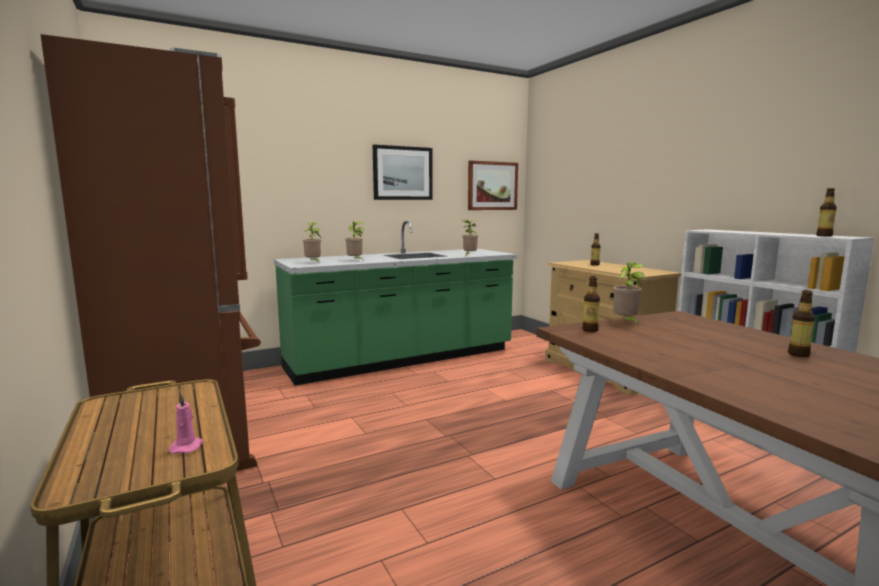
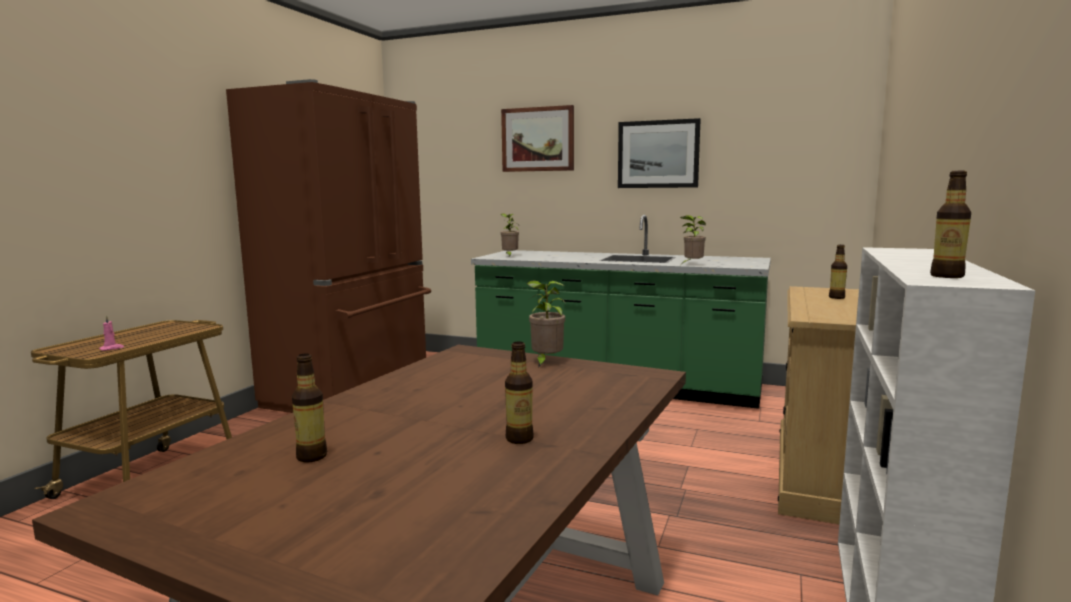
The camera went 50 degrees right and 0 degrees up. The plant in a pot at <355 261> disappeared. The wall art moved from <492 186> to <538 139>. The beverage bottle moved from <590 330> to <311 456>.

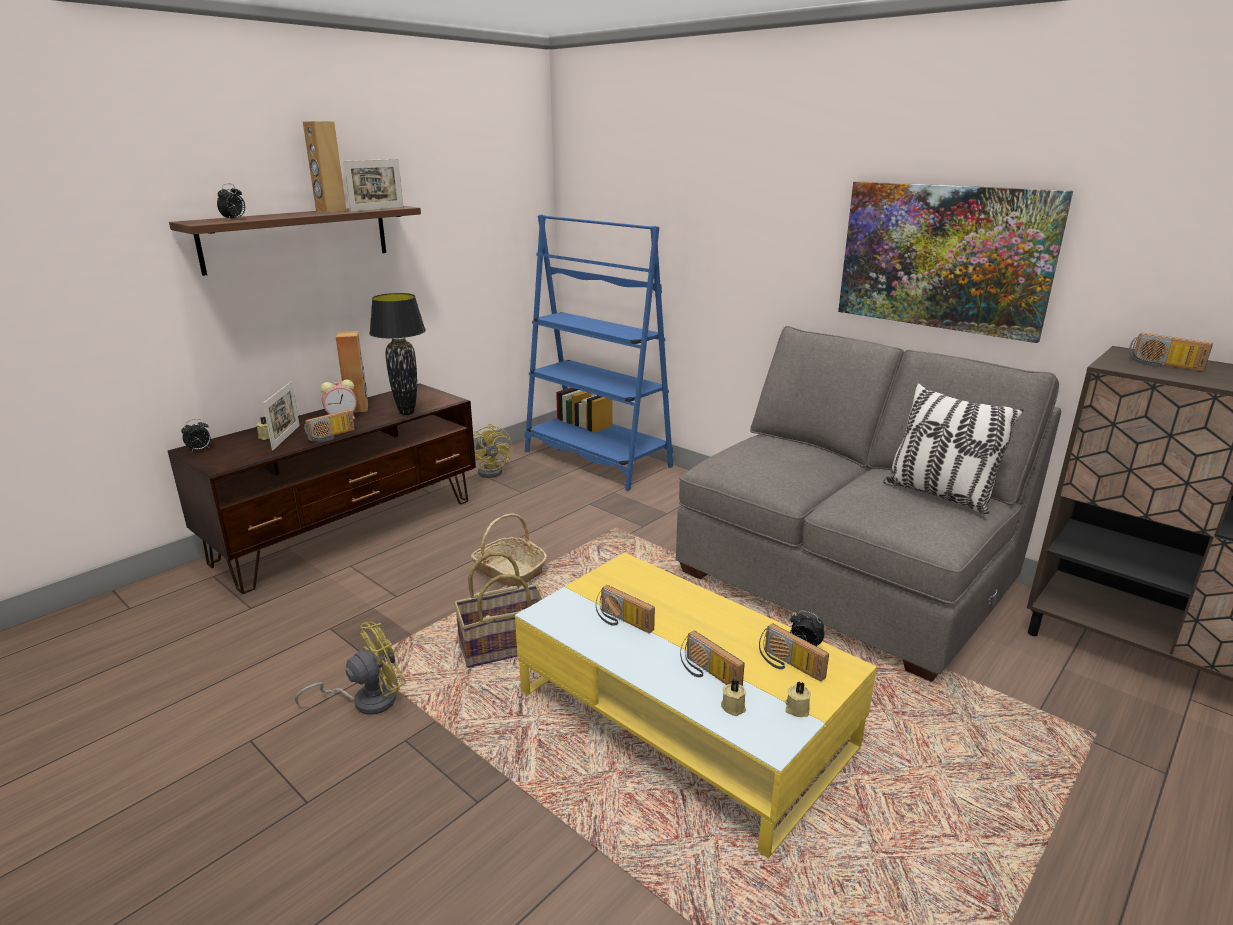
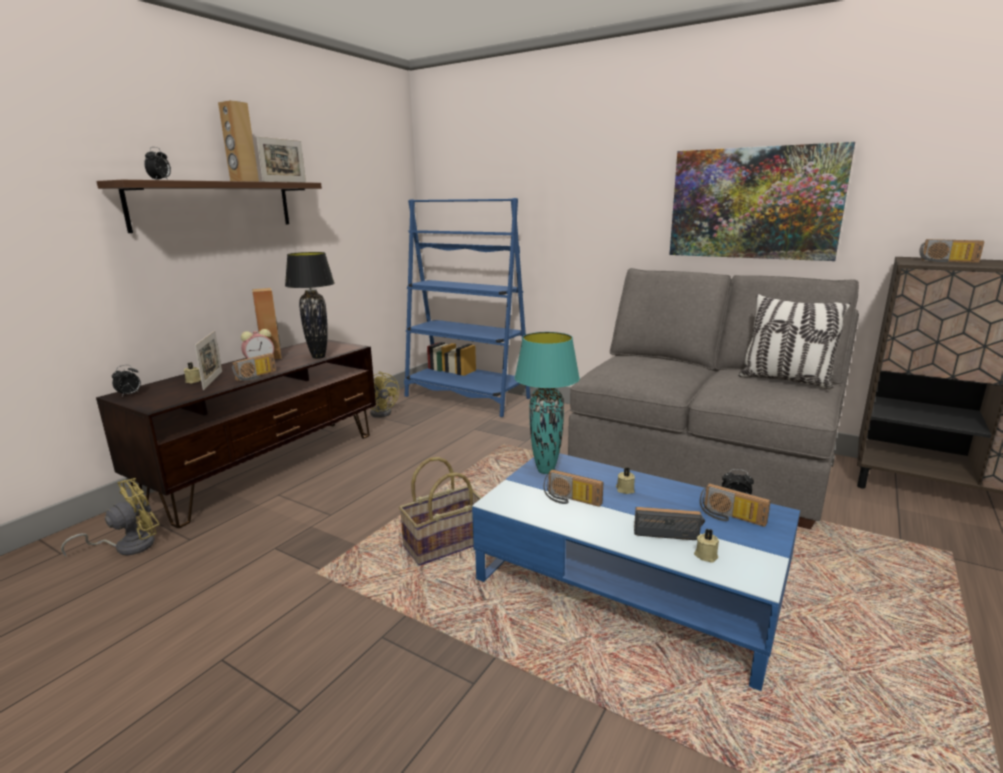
The camera went 10 degrees left and 5 degrees down. The household basket at <509 571> disappeared. The turquoise-coloured table lamp at <546 470> appeared. The yellow cooling fan moved from <366 700> to <128 546>. The beige-coloured wax light moved from <796 708> to <625 489>. The yellow coffee table at <683 718> became the bluish coffee table at <628 583>. The radio set at <707 674> turned 150 degrees clockwise.

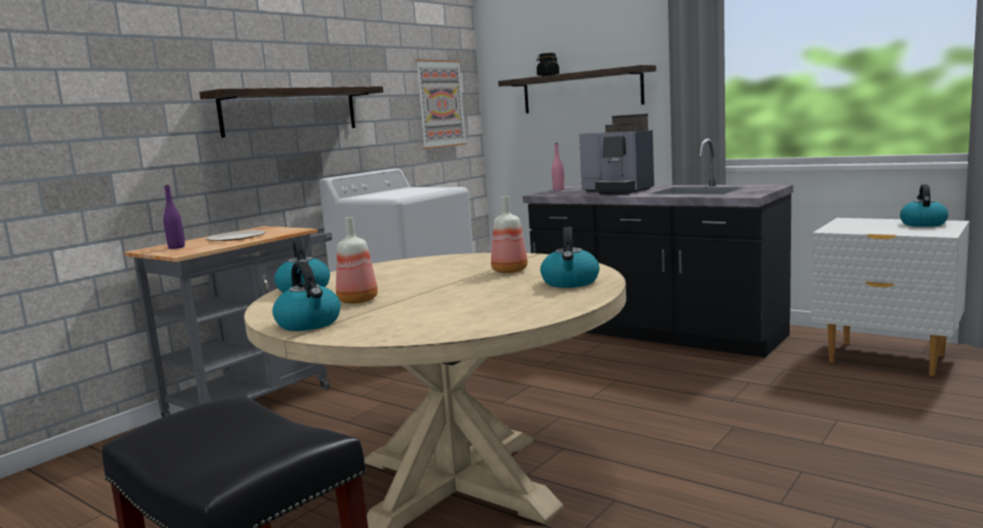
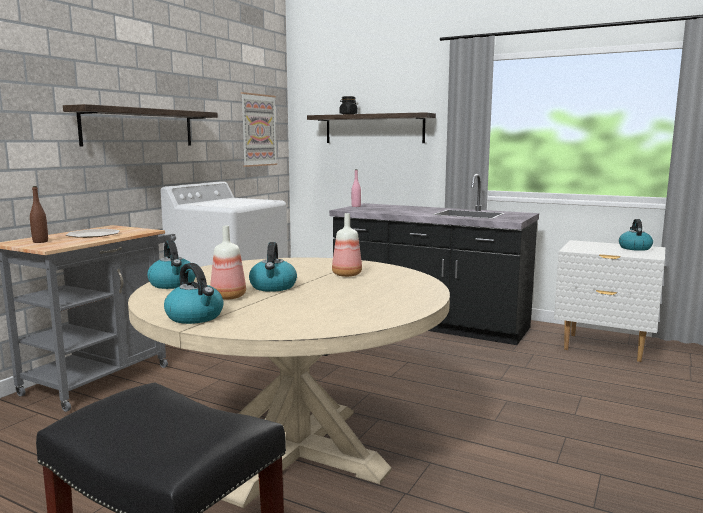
The camera went 10 degrees left and 0 degrees up. The coffee maker at <617 191> disappeared. The tea kettle moved from <570 282> to <273 287>. The purple-coloured beverage bottle at <176 247> became the brown beverage bottle at <40 242>.

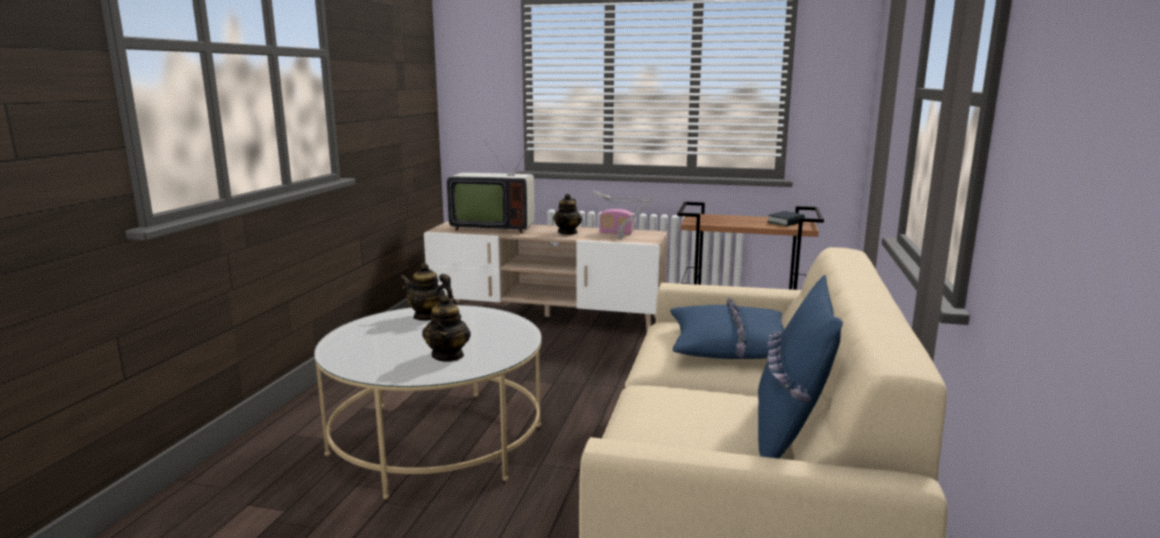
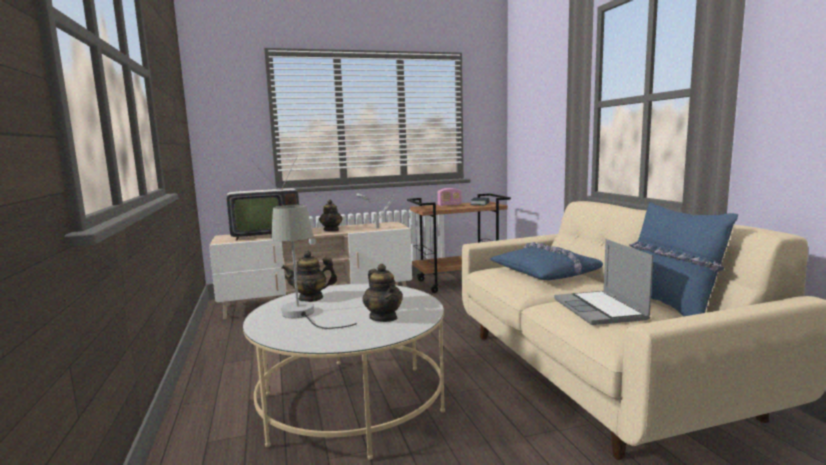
The camera went 30 degrees left and 5 degrees down. The grey table lamp at <303 315> appeared. The notebook computer at <601 310> appeared. The radio set moved from <616 233> to <449 205>.

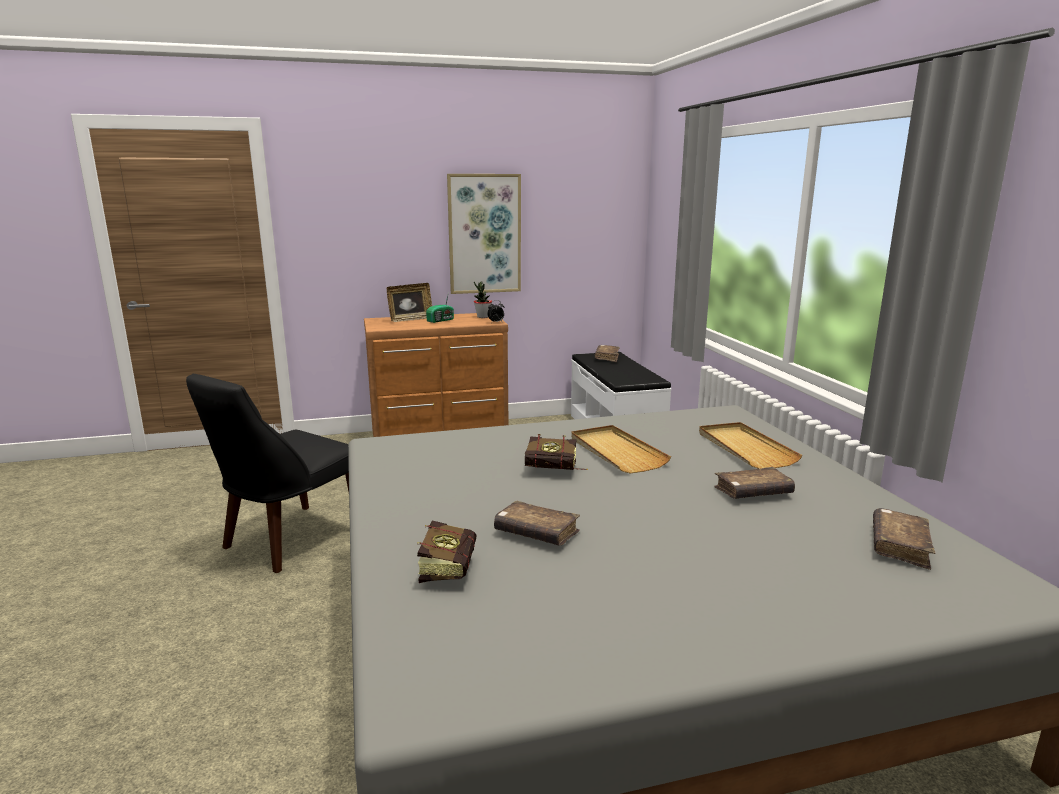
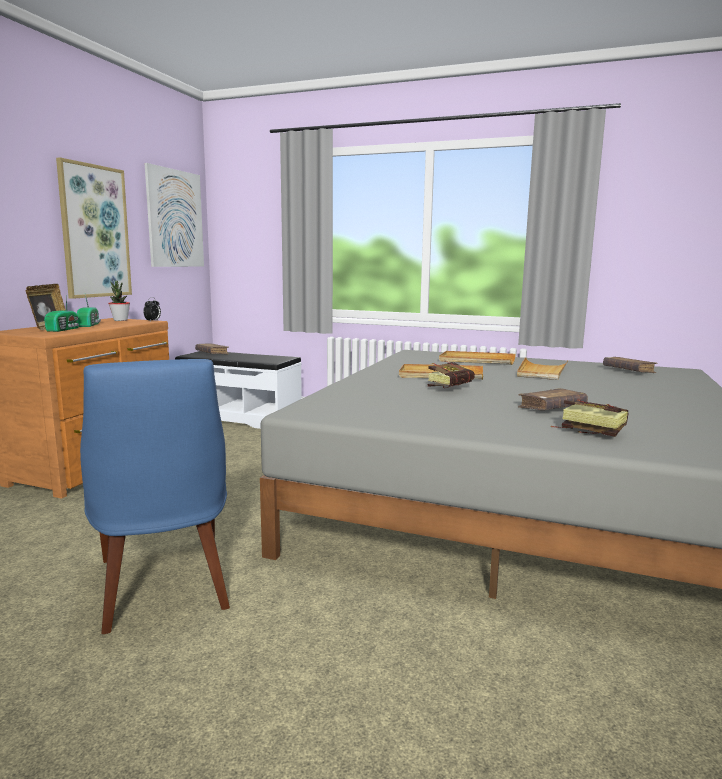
The camera went 55 degrees left and 5 degrees down. The radio set at <64 329> appeared. The wall art at <175 218> appeared. The brown book at <753 492> was replaced by the beige-coloured serving tray at <541 371>. The black-coloured upright chair at <287 540> became the bluish upright chair at <163 587>.

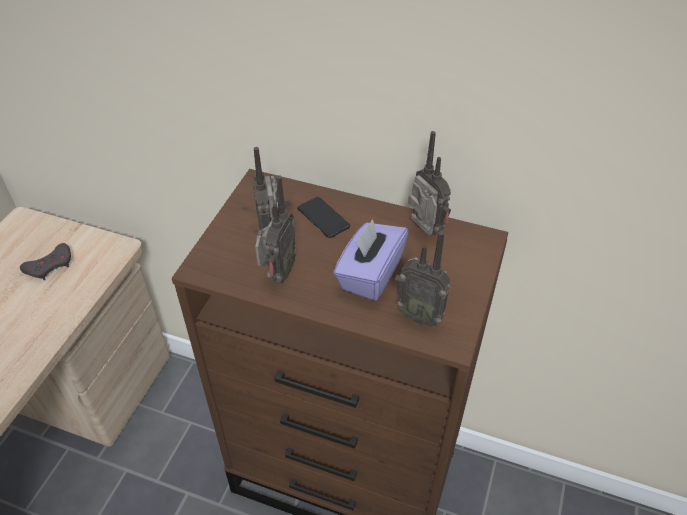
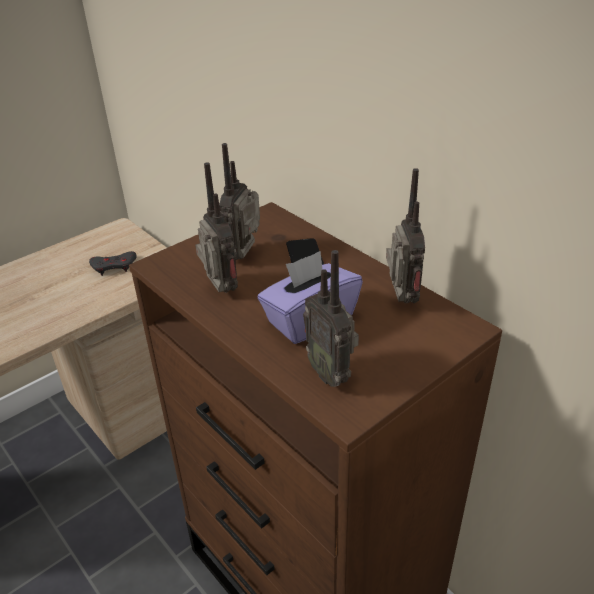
The camera went 30 degrees right and 10 degrees down. The radio set at <277 275> turned 75 degrees counterclockwise.

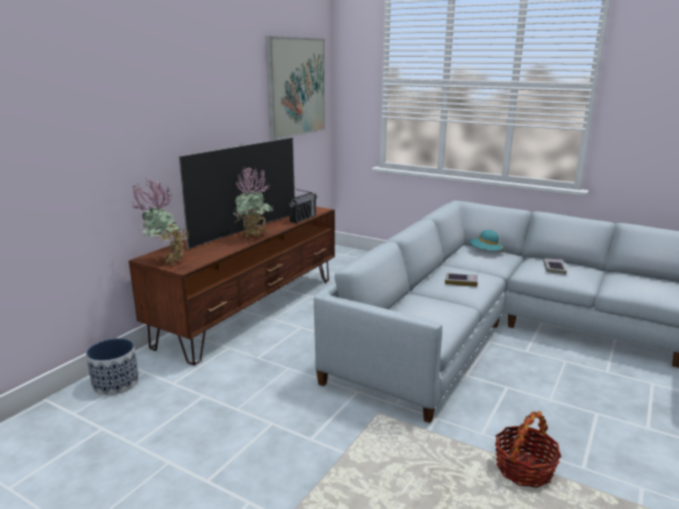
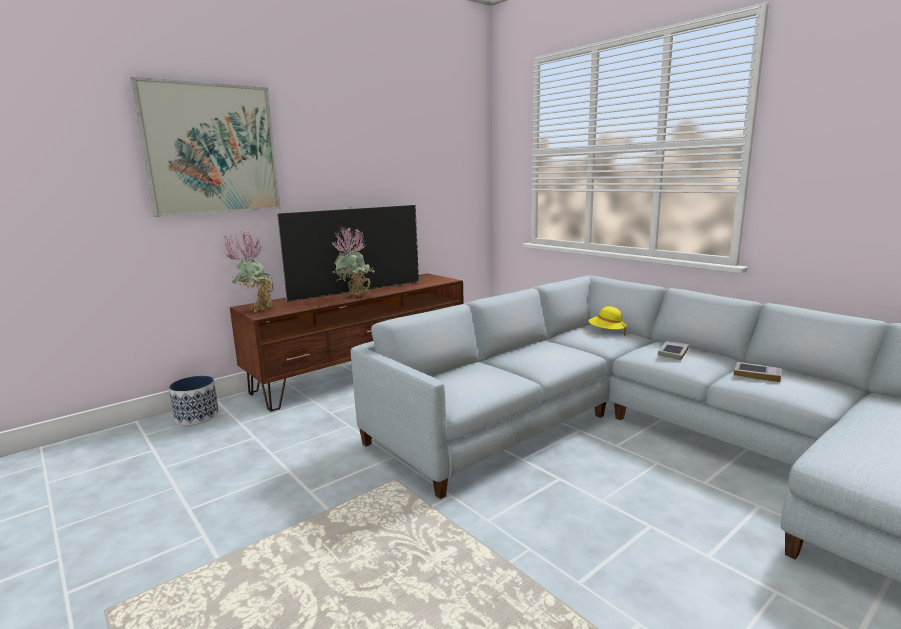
The camera went 20 degrees right and 5 degrees down. The radio set at <303 218> disappeared. The household basket at <524 469> disappeared. The wall art moved from <296 87> to <211 150>. The book moved from <461 282> to <757 375>. The turquoise-coloured clothing hat at <485 252> became the yellow clothing hat at <607 332>.

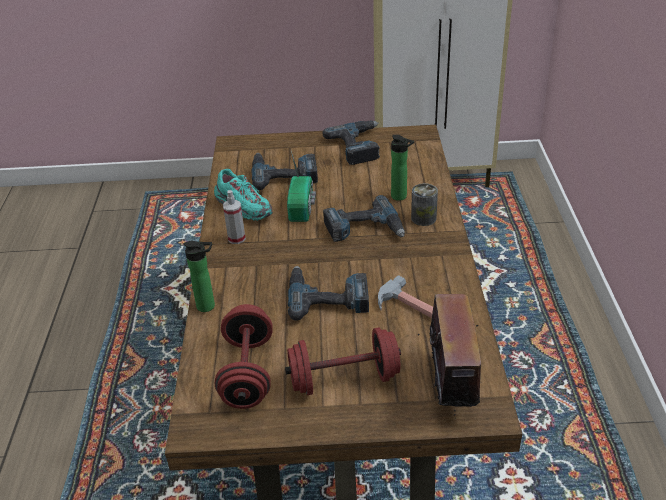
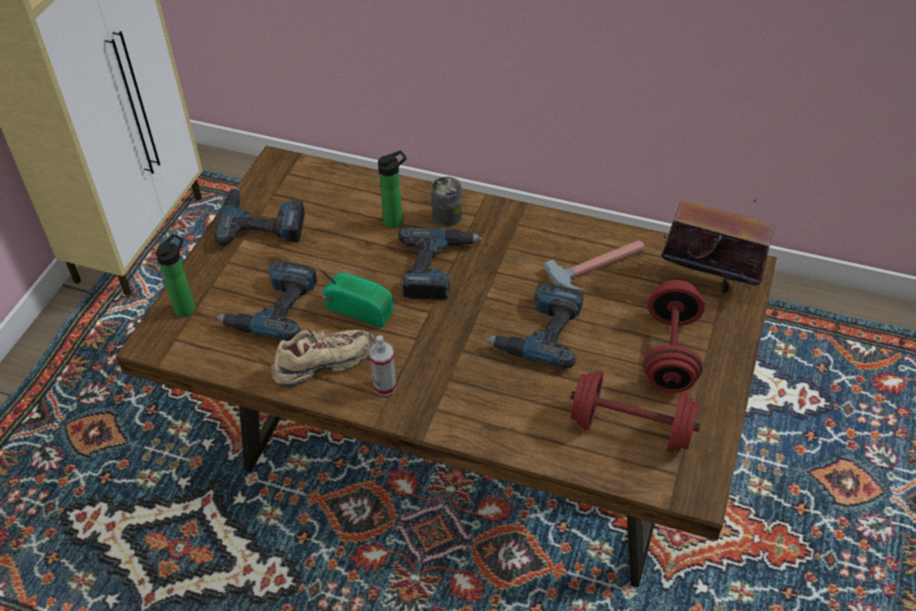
The camera went 70 degrees left and 10 degrees up. The beverage bottle moved from <208 306> to <187 307>. The turquoise-coloured low shoe at <244 208> became the beige-coloured low shoe at <323 364>.

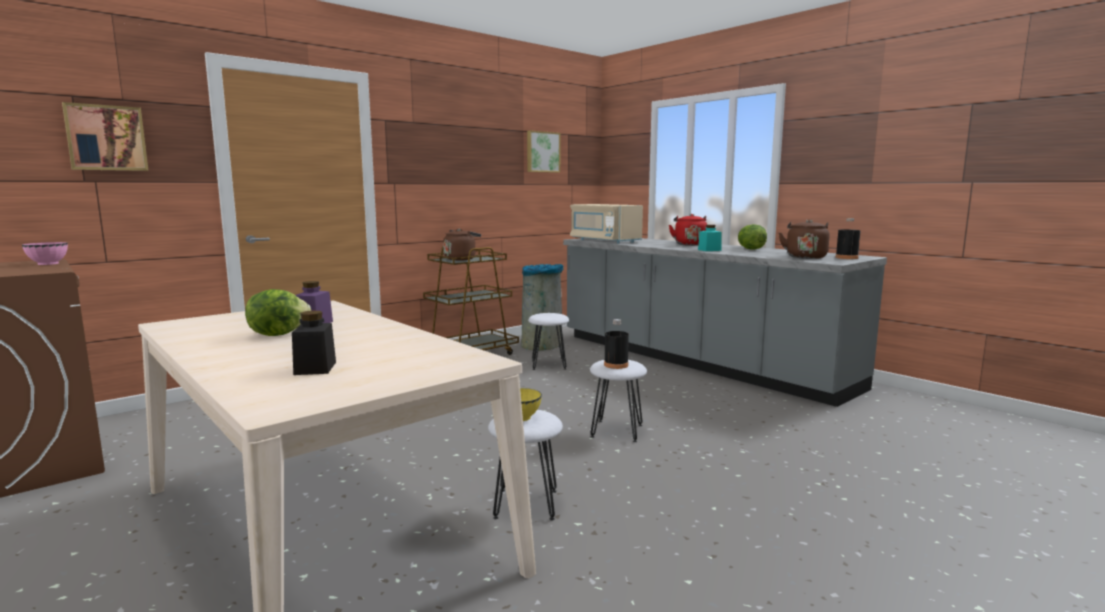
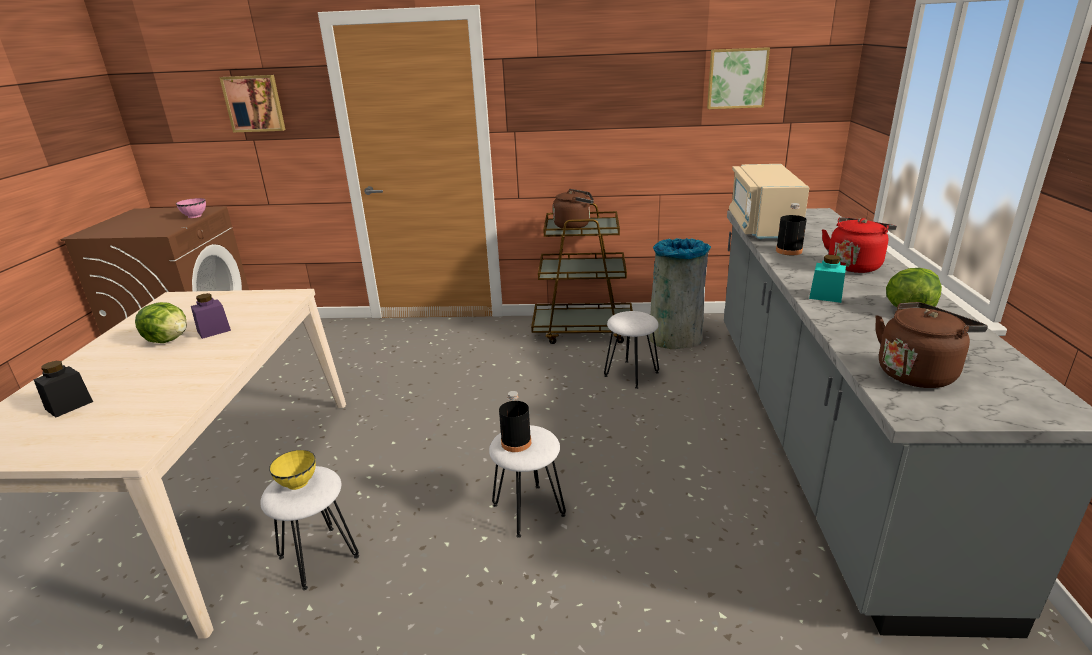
The camera went 45 degrees right and 15 degrees up. The black-coloured beverage bottle moved from <846 258> to <789 251>.

